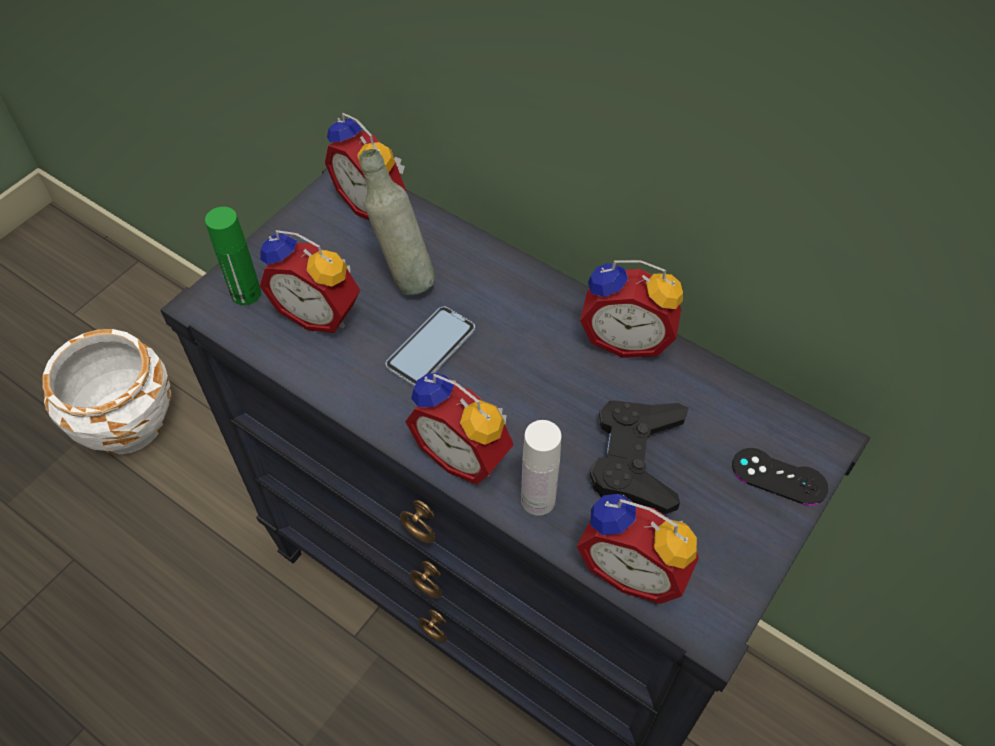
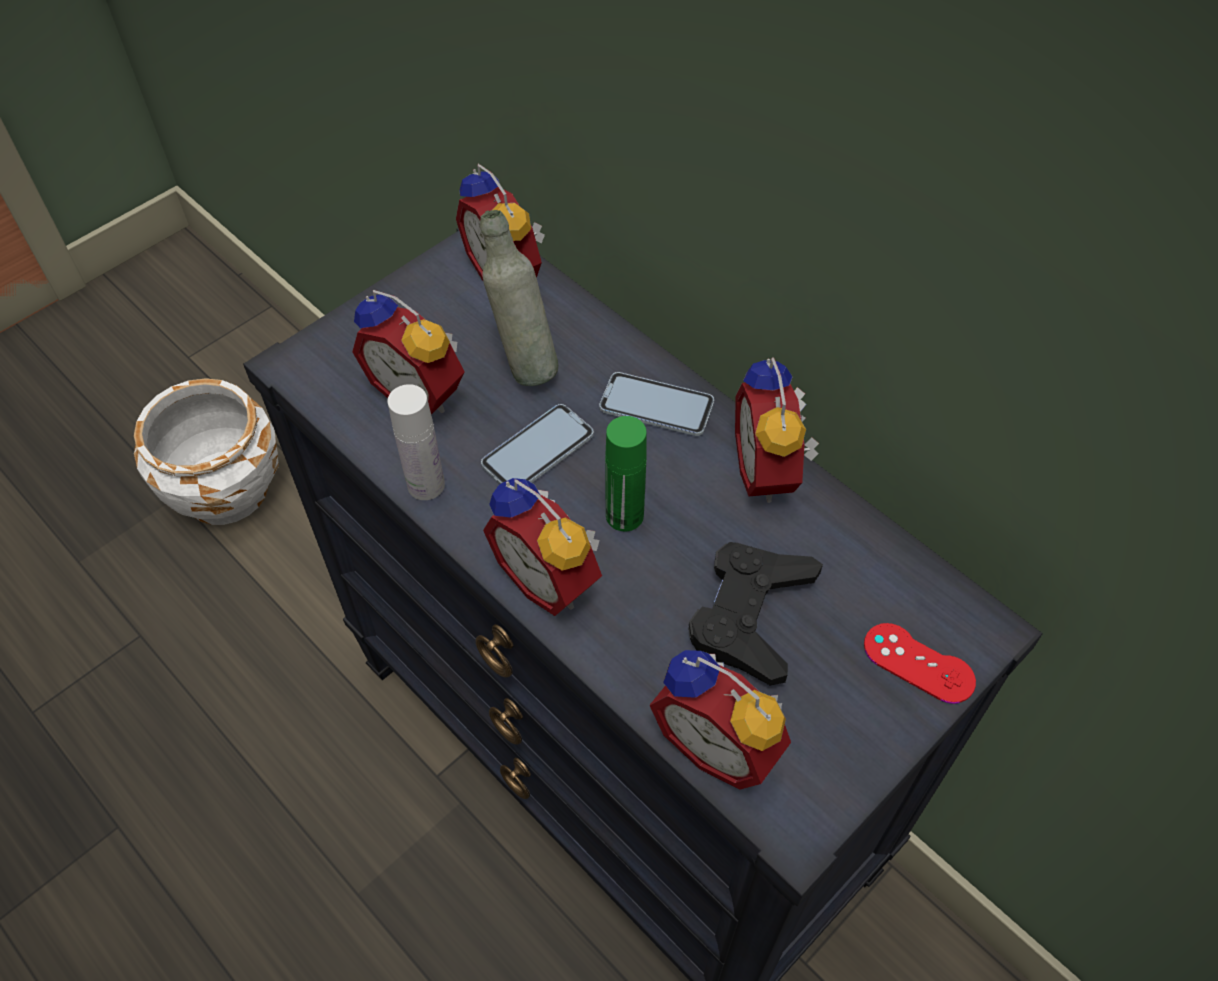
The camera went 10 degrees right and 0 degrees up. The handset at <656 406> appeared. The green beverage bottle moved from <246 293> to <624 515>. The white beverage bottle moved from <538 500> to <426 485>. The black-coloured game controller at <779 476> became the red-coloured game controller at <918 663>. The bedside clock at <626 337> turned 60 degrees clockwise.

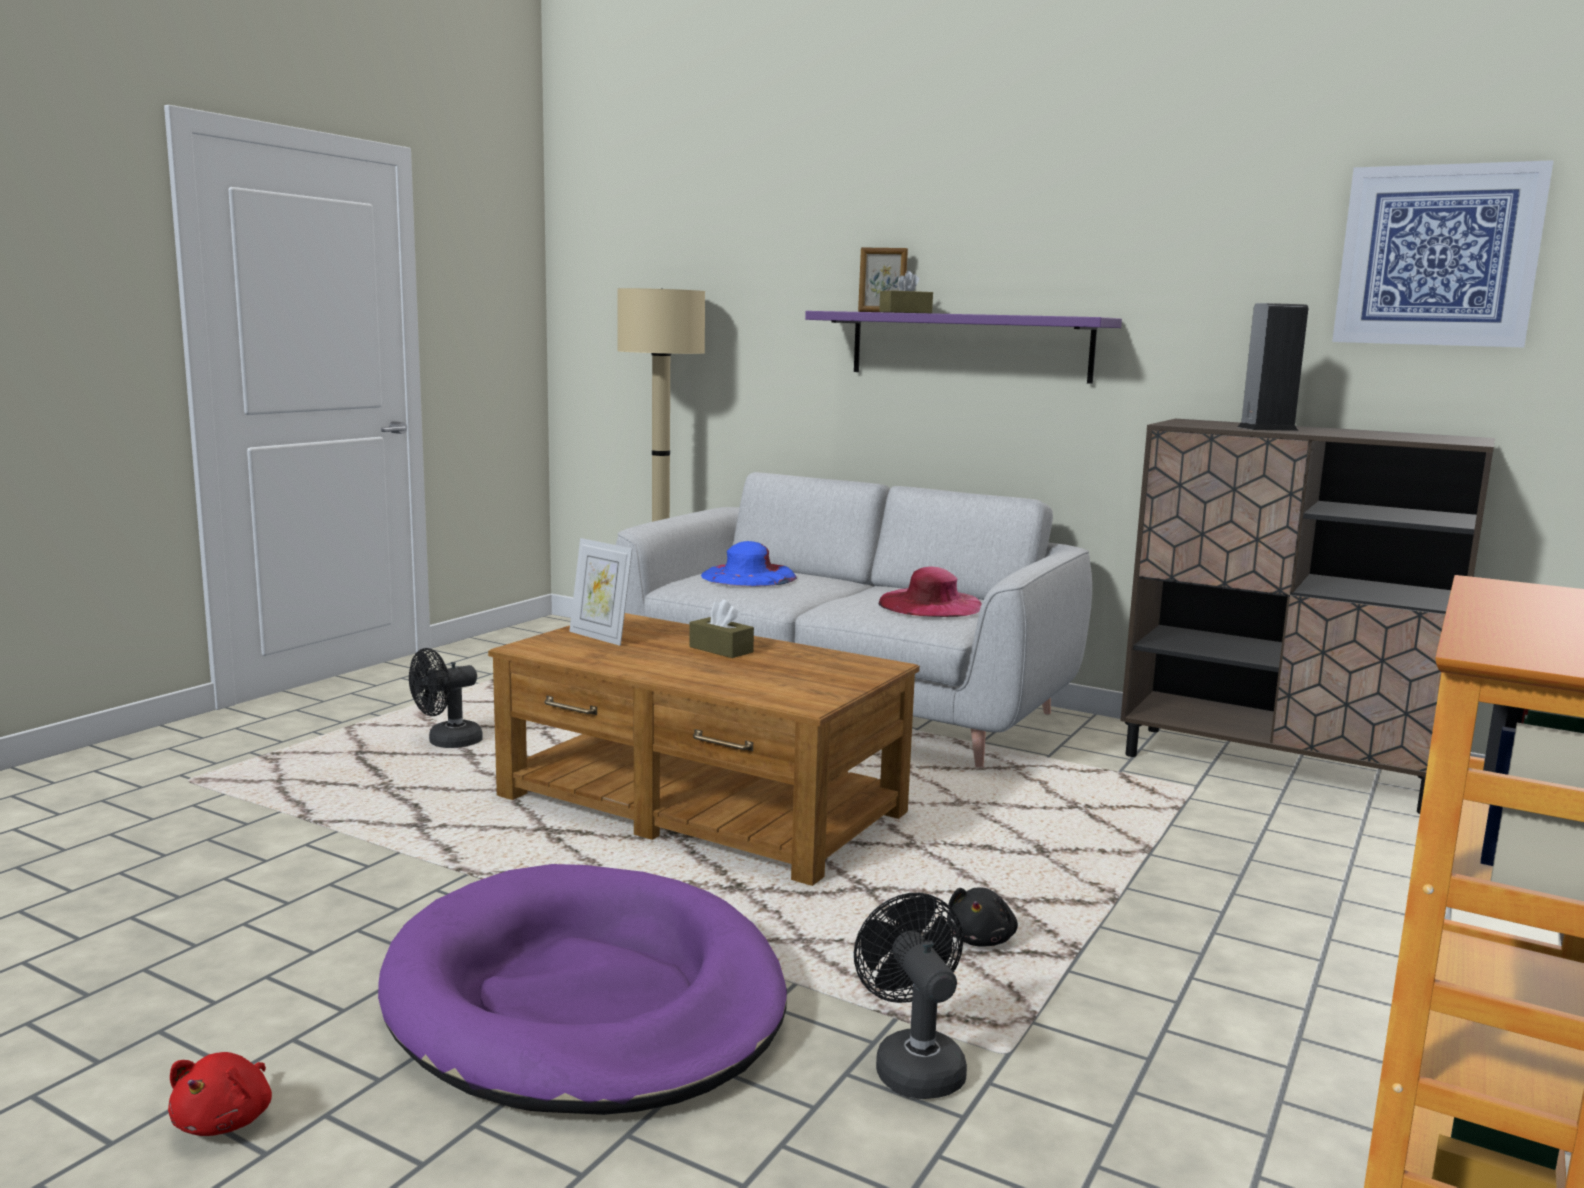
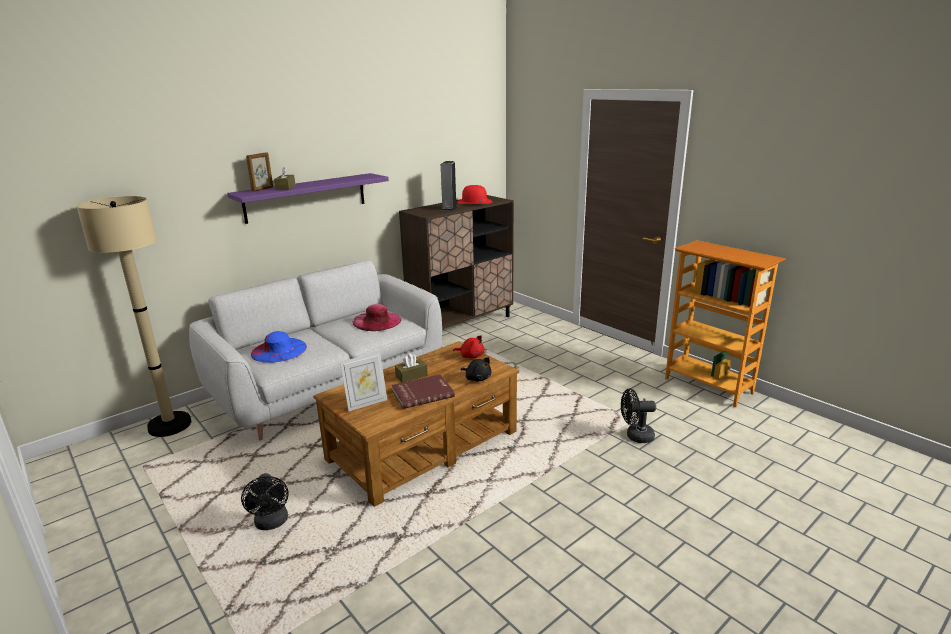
The camera went 70 degrees left and 10 degrees up. The purple-coloured dog cushion at <585 1000> disappeared. The wall art at <1437 256> disappeared. The red-coloured book at <422 393> appeared. The red-coloured clothing hat at <474 201> appeared. The red-coloured soft toy moved from <226 1120> to <471 356>. The black-coloured soft toy moved from <981 939> to <477 378>.

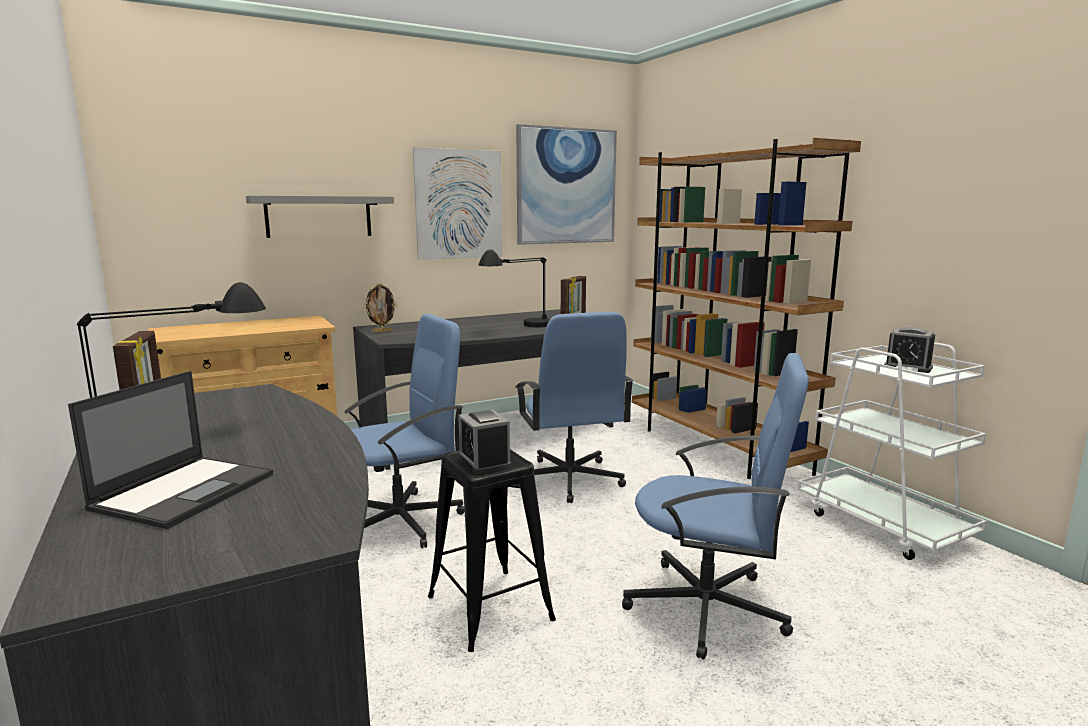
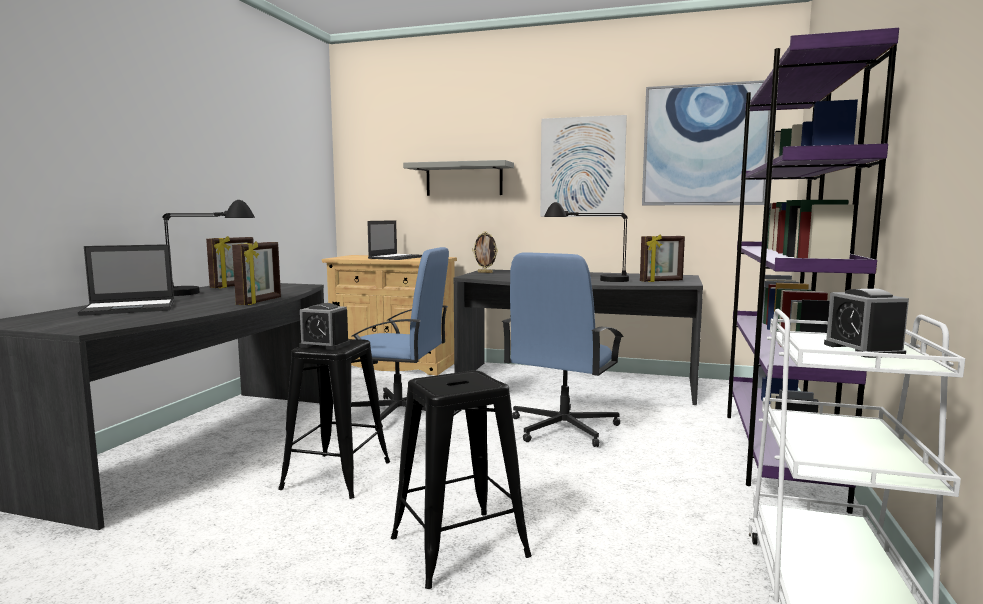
The camera went 45 degrees right and 5 degrees down. The picture frame at <260 301> appeared. The notebook computer at <397 257> appeared. The bluish desk chair at <708 608> was replaced by the black-coloured sitting stool at <460 546>. The brown bookcase at <716 447> became the purple-coloured bookcase at <776 451>. The bedside clock at <484 461> turned 90 degrees counterclockwise.

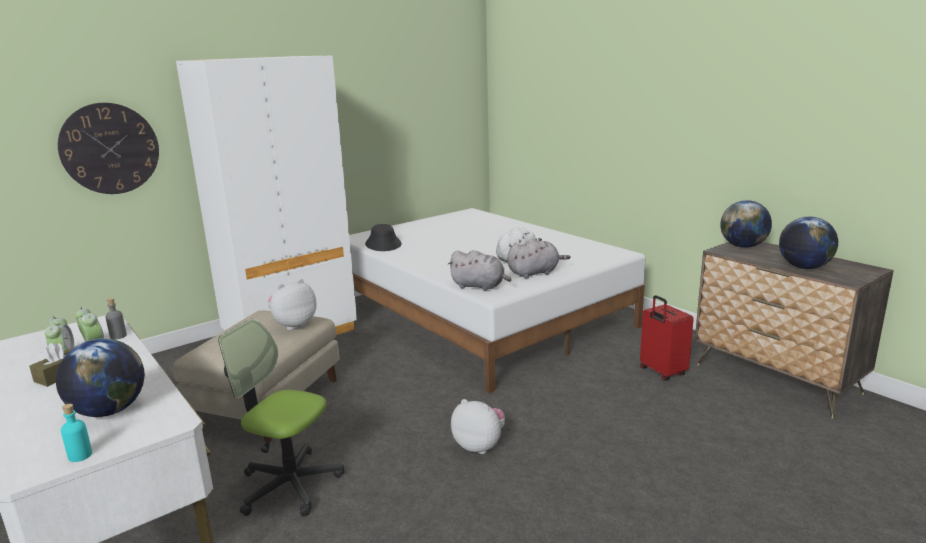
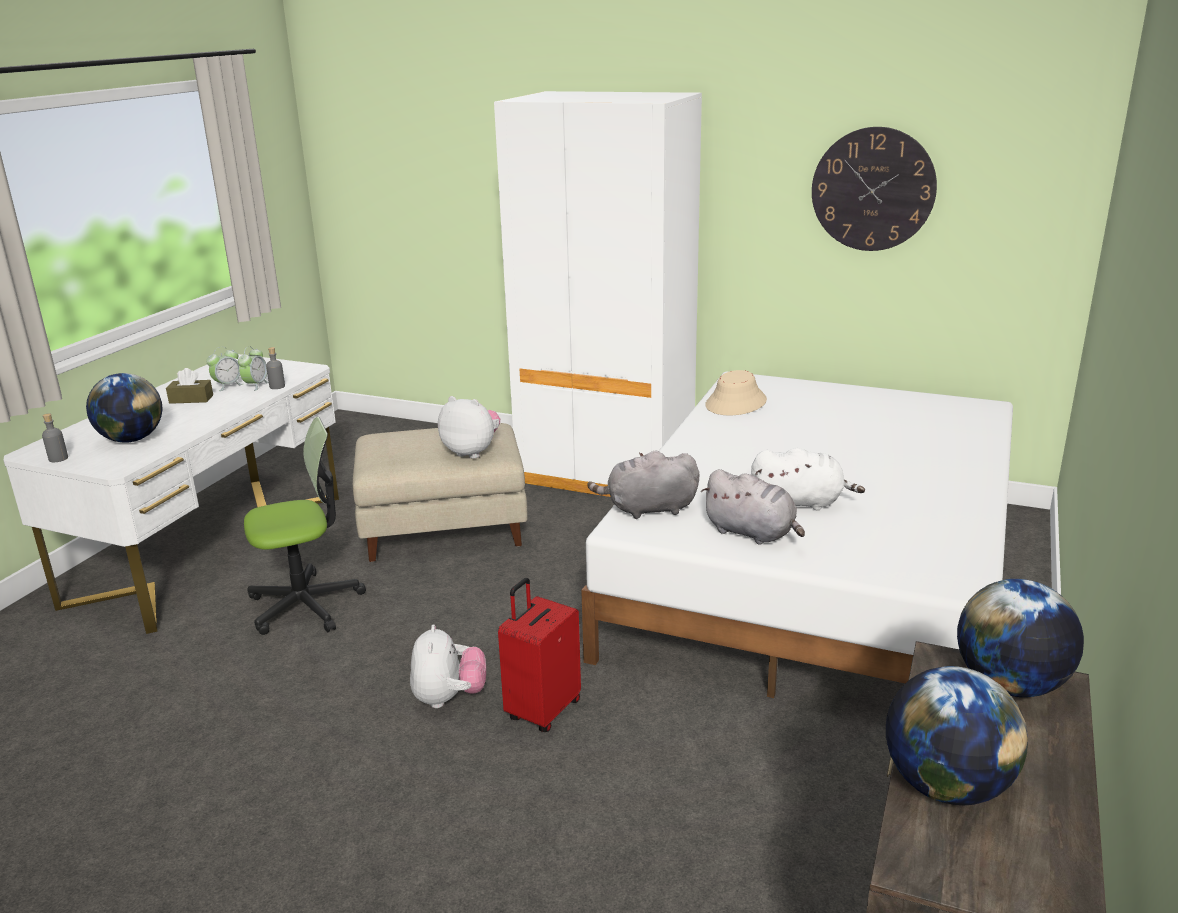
The camera went 60 degrees right and 5 degrees up. The wall clock moved from <110 149> to <873 189>. The red-coloured piece of luggage moved from <661 372> to <542 710>. The turquoise-coloured beverage bottle at <80 455> became the grey beverage bottle at <58 458>. The black-coloured clothing hat at <383 244> became the beige-coloured clothing hat at <736 403>. The desk chair at <290 484> turned 75 degrees clockwise. The grey soft toy at <480 286> turned 90 degrees clockwise.

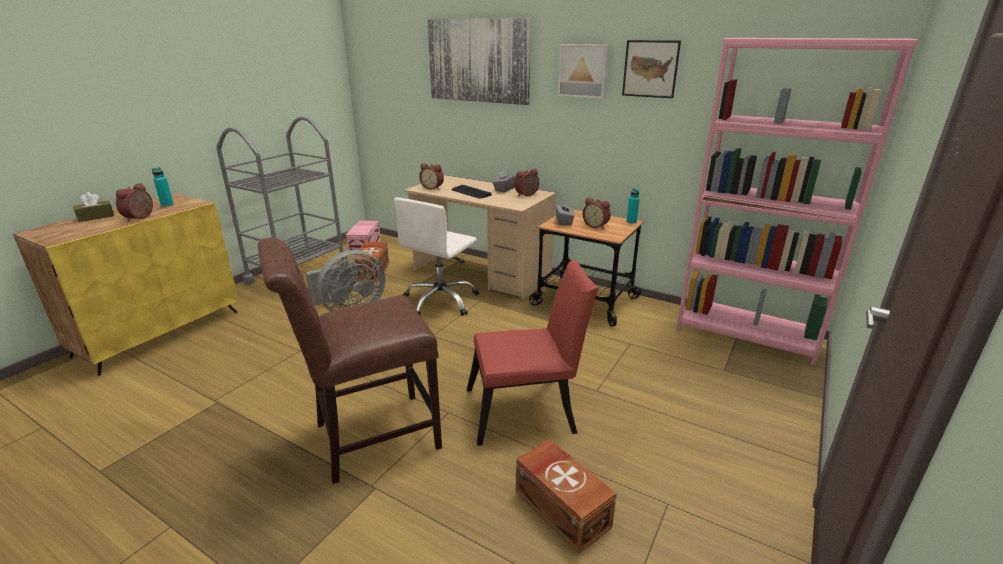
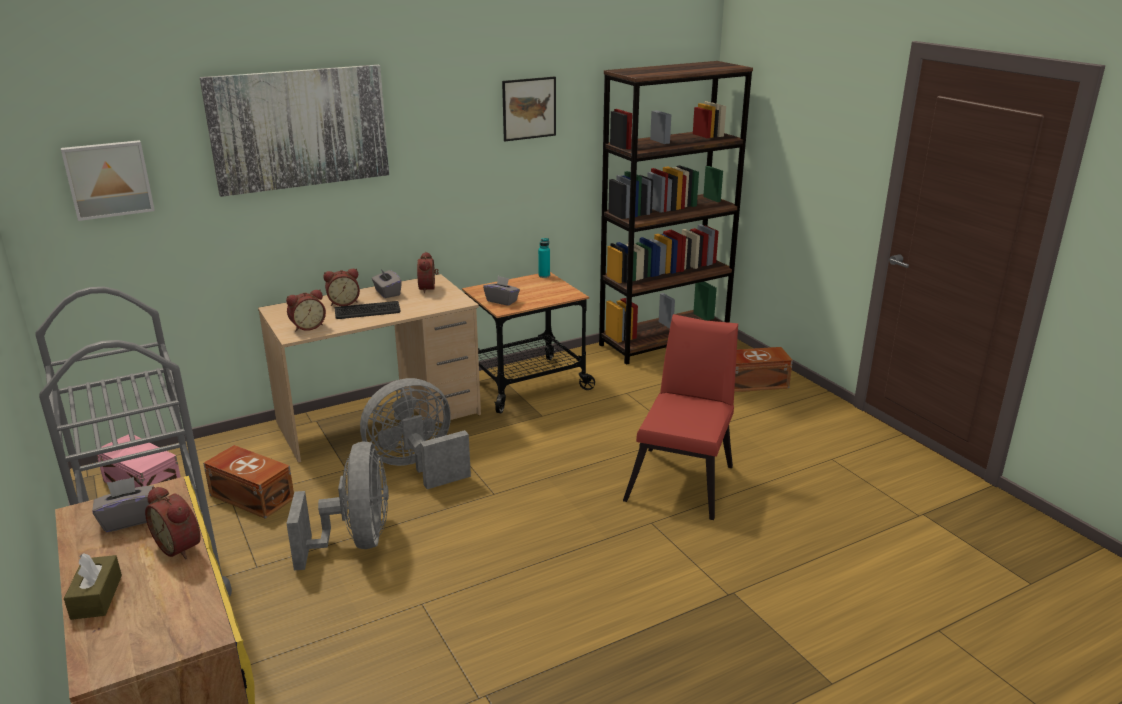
The camera went 60 degrees left and 0 degrees up. The brown upright chair at <369 437> disappeared. The brown storage box moved from <562 507> to <752 382>. The wall art moved from <583 71> to <108 179>. The bedside clock moved from <596 226> to <343 302>. The turquoise-coloured beverage bottle at <167 205> was replaced by the grey tissue box at <129 519>. The white desk chair at <441 301> was replaced by the grey cooling fan at <417 466>. The pinkish bookcase at <746 335> became the brown bookcase at <664 341>.

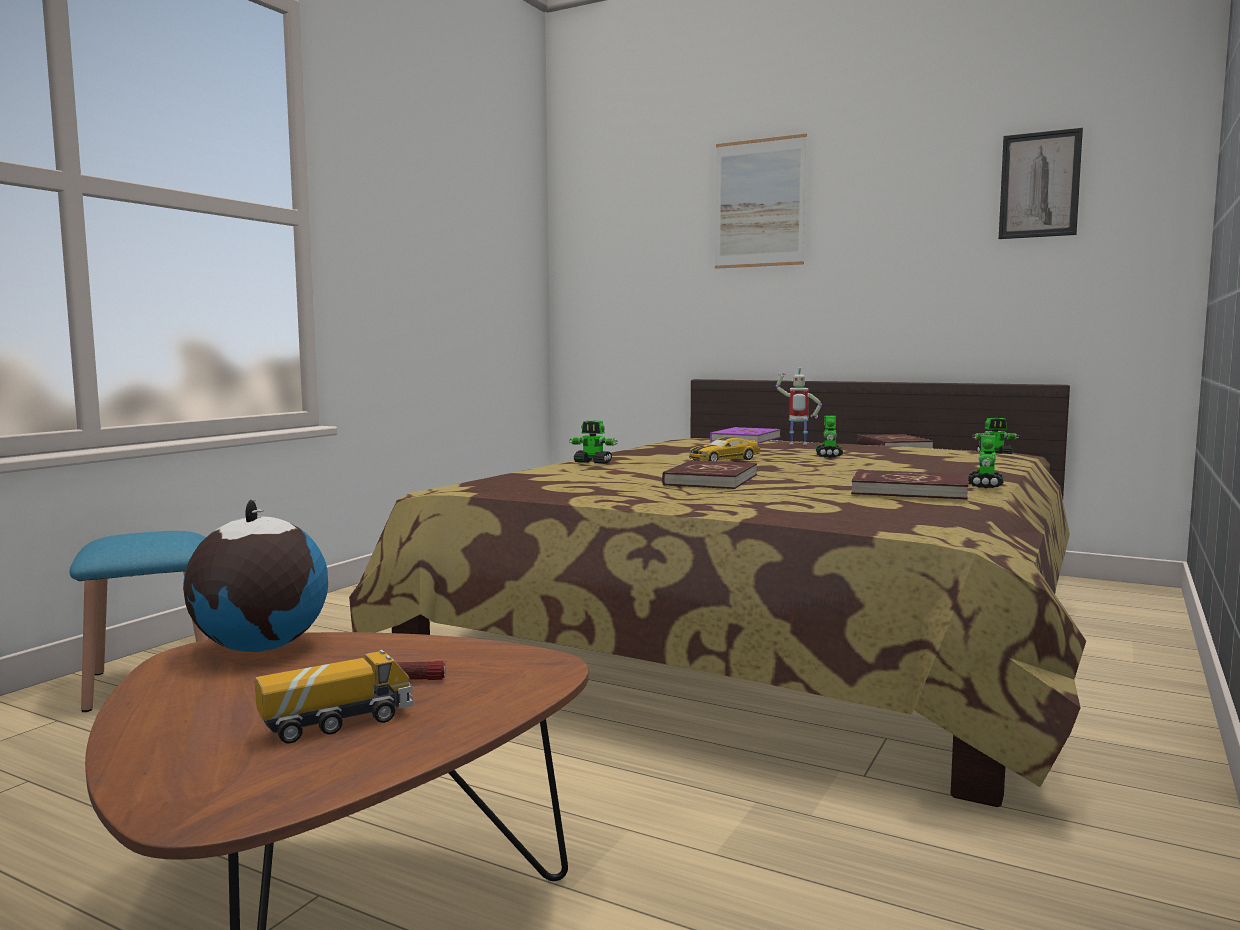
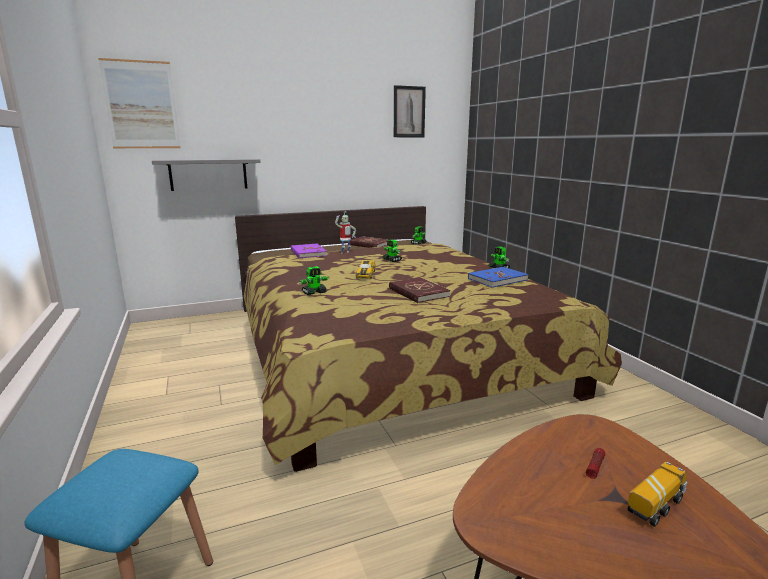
The camera went 50 degrees left and 10 degrees up. The world globe at <259 648> disappeared. The grey wall shelf at <208 174> appeared. The wall art moved from <759 203> to <141 105>. The red-coloured book at <909 491> became the bluish book at <497 279>. The model truck at <337 723> turned 45 degrees clockwise.

